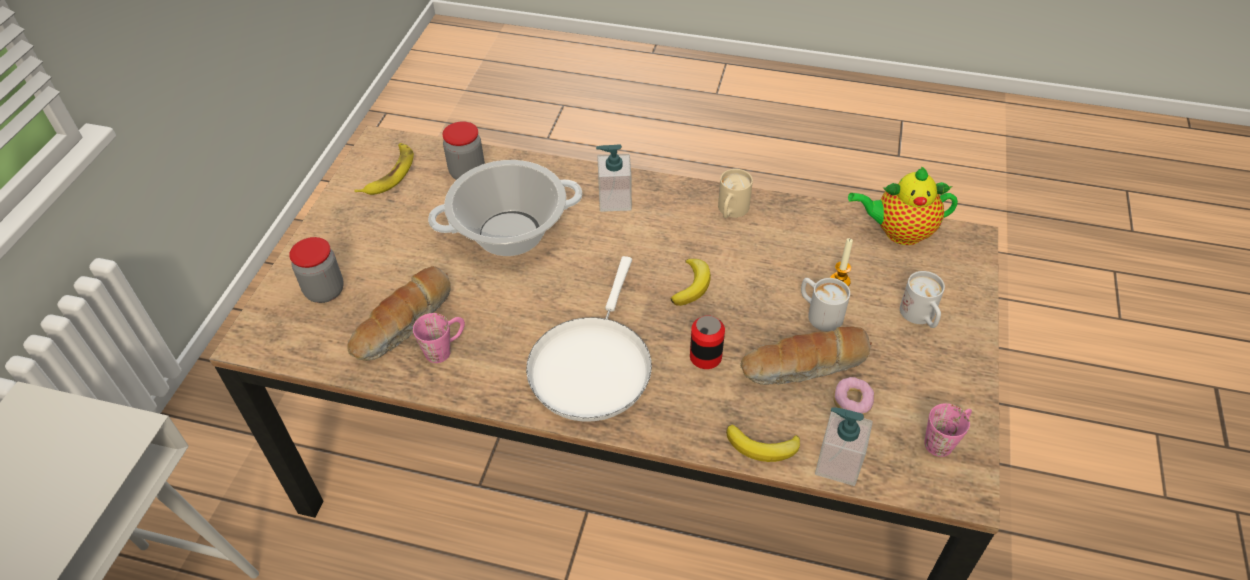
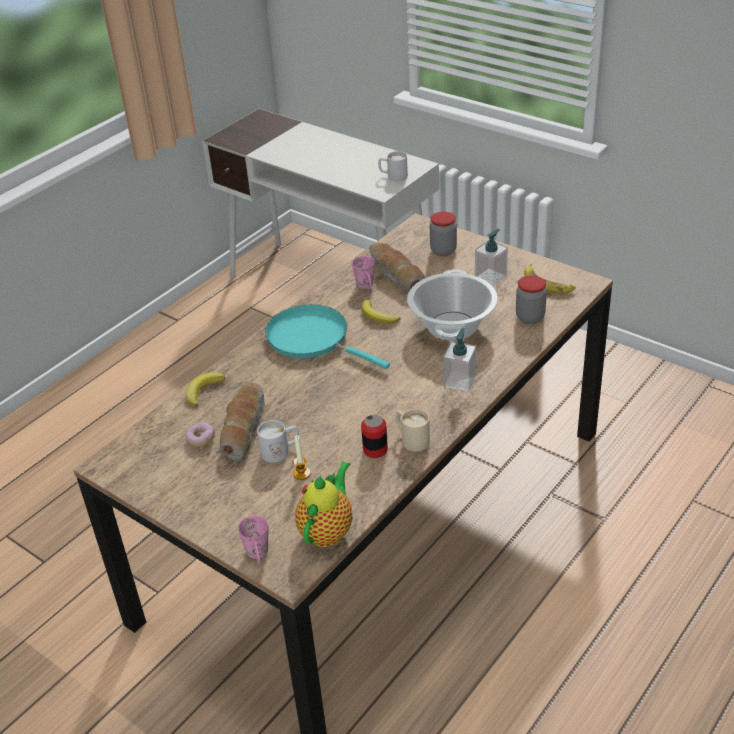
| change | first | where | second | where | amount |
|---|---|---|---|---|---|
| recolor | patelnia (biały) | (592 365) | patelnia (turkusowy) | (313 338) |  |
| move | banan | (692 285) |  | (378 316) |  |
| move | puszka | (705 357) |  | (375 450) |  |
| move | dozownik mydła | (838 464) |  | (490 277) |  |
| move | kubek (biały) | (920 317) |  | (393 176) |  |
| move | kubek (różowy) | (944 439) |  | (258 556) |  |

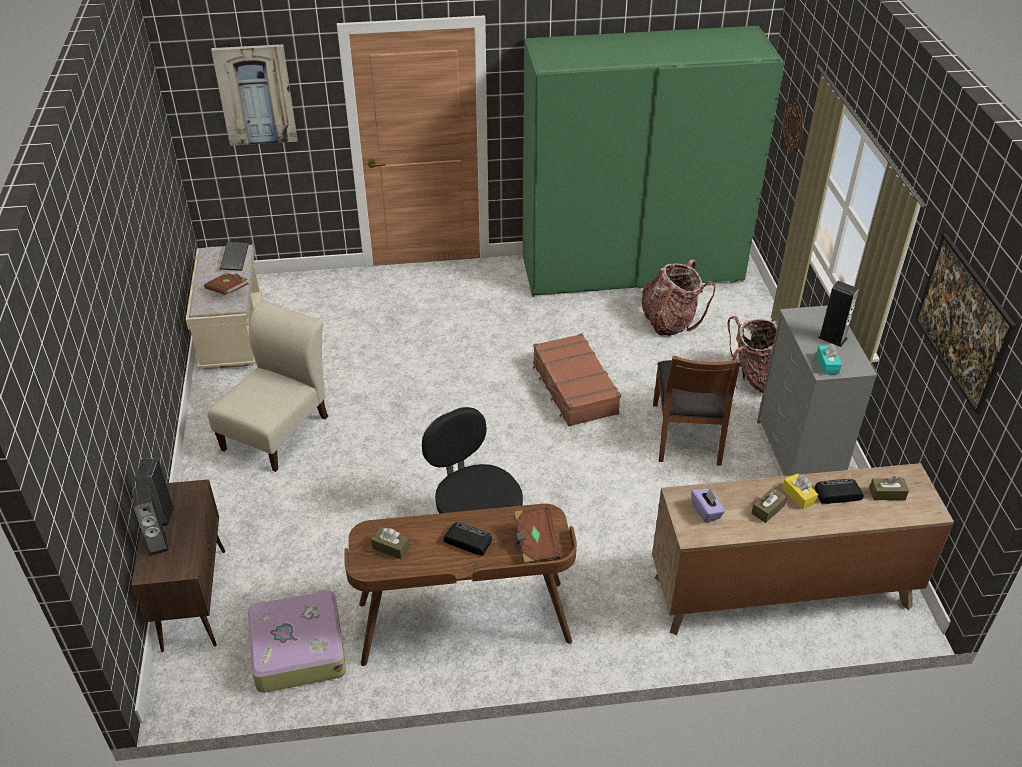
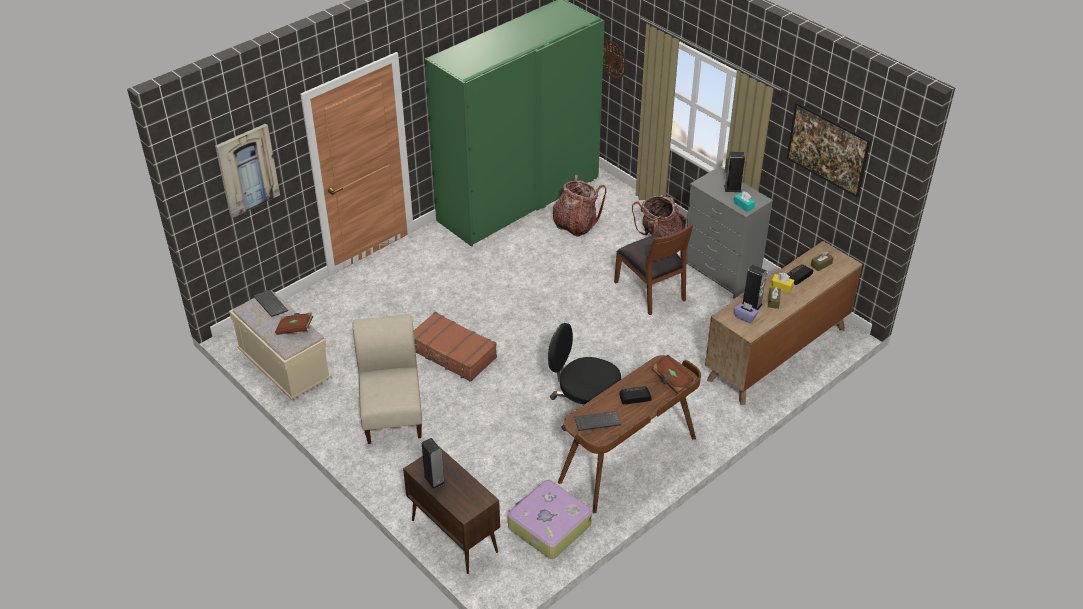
| change | first | where | second | where | amount |
|---|---|---|---|---|---|
| move | głośnik | (157 543) |  | (751 304) |  |
| replace | pudełko chusteczek (brązowy) | (390 547) | klawiatura | (597 422) |  |
| move | walizka (brązowy) | (574 389) |  | (452 354) |  |

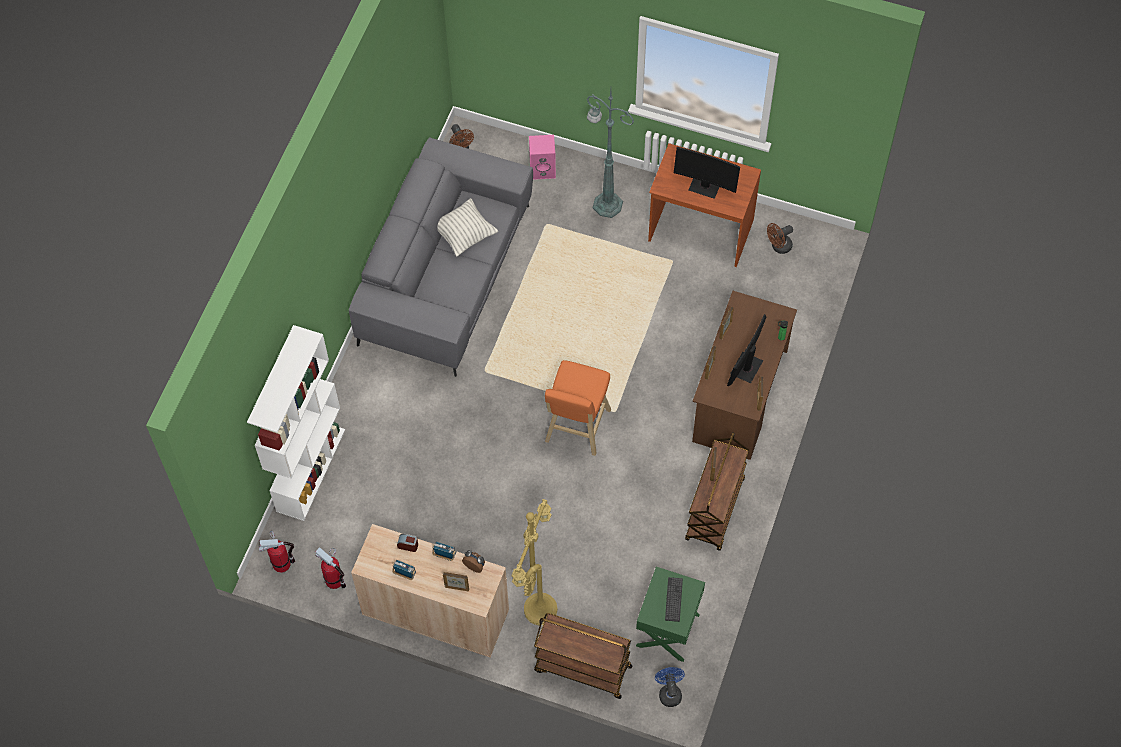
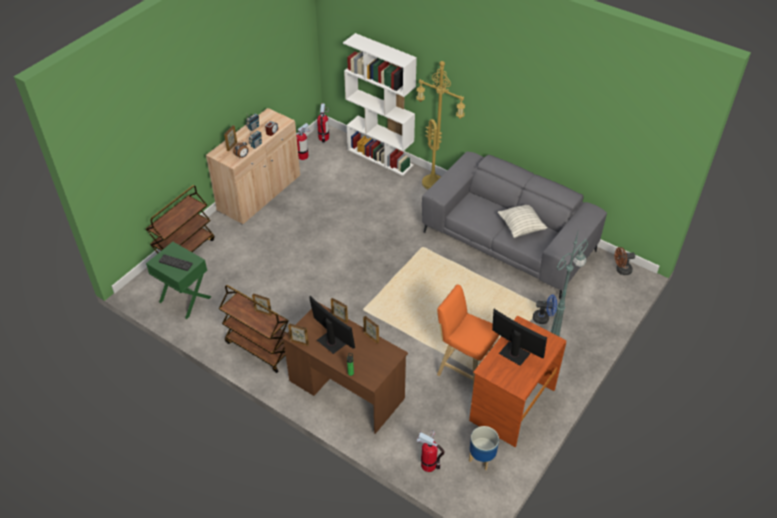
| change | first | where | second | where | amount |
|---|---|---|---|---|---|
| move | lampa stojąca (żółty) | (538 607) |  | (434 182) |  |
| delete | głośnik (różowy) | (543 169) |  |  |  |
| move | stołek (pomarańczowy) | (576 428) |  | (464 369) |  |
| move | wentylator (niebieski) | (669 692) |  | (543 318) |  |
| rotate | monitor | (705 186) |  | (514 354) | 90 degrees clockwise |
| replace | wentylator (brązowy) | (778 247) | donica | (481 458) |  |
| insert |  |  | gaśnica | (428 465) |  |

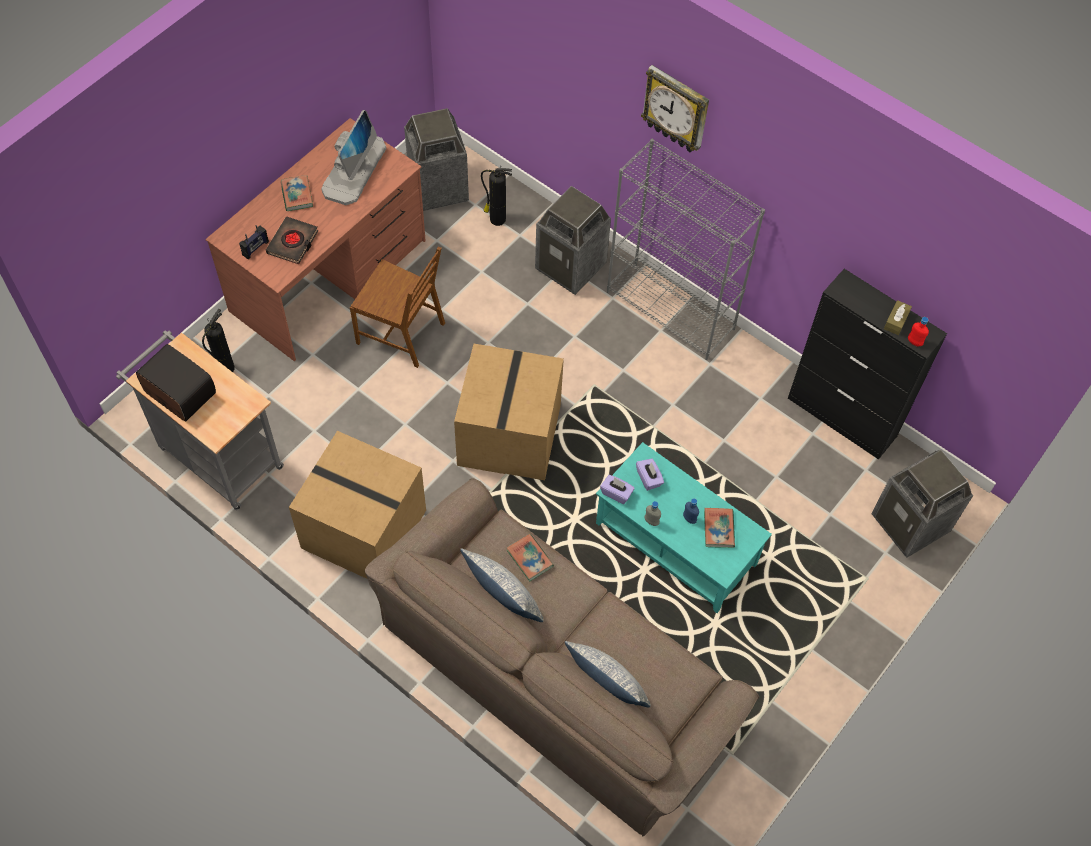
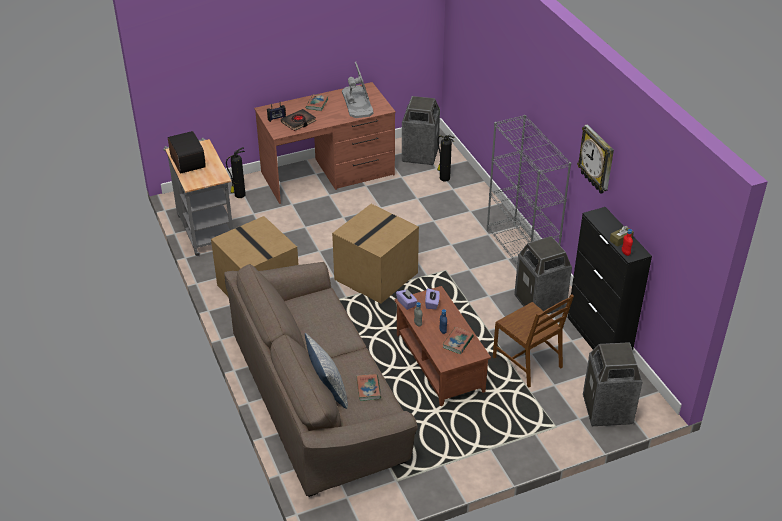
| change | first | where | second | where | amount |
|---|---|---|---|---|---|
| rotate | monitor | (354 168) |  | (357 102) | 60 degrees counterclockwise |
| move | krzesło (brązowy) | (402 332) |  | (528 362) |  |
| delete | poduszka | (502 600) |  |  |  |
| move | książka | (529 558) |  | (368 389) |  |
| move | kosz na śmieci | (571 266) |  | (540 302) |  |
| recolor | ława (turkusowy) | (674 545) | ława (brązowy) | (438 363) |  |
| move | zegar ścienny | (676 109) |  | (597 160) |  |

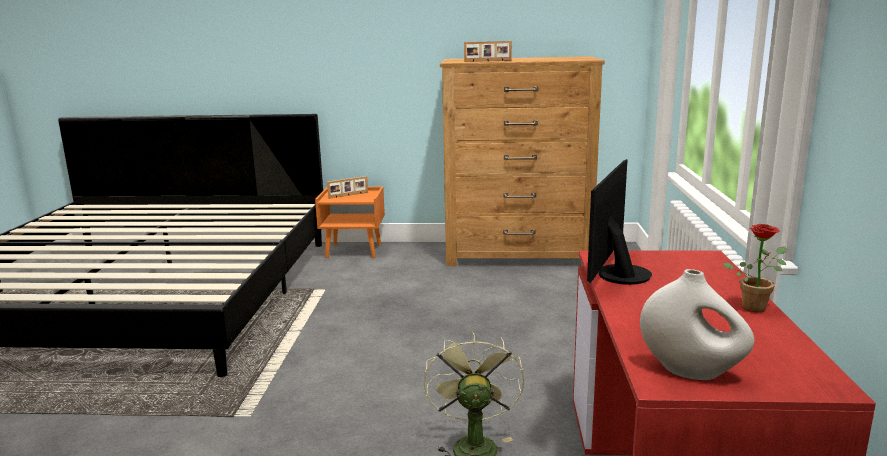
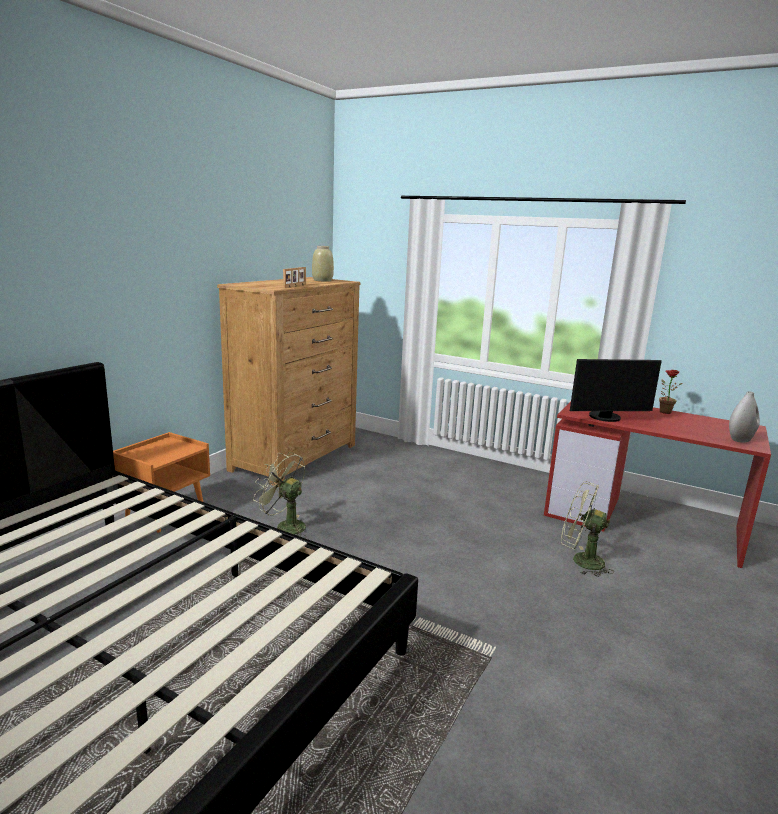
| change | first | where | second | where | amount |
|---|---|---|---|---|---|
| delete | ramka na zdjęcie | (348 195) |  |  |  |
| rotate | monitor | (618 274) |  | (606 418) | 60 degrees counterclockwise |
| insert |  |  | wentylator (zielony) | (284 526) |  |
| insert |  |  | wazon (beżowy) | (322 280) |  |

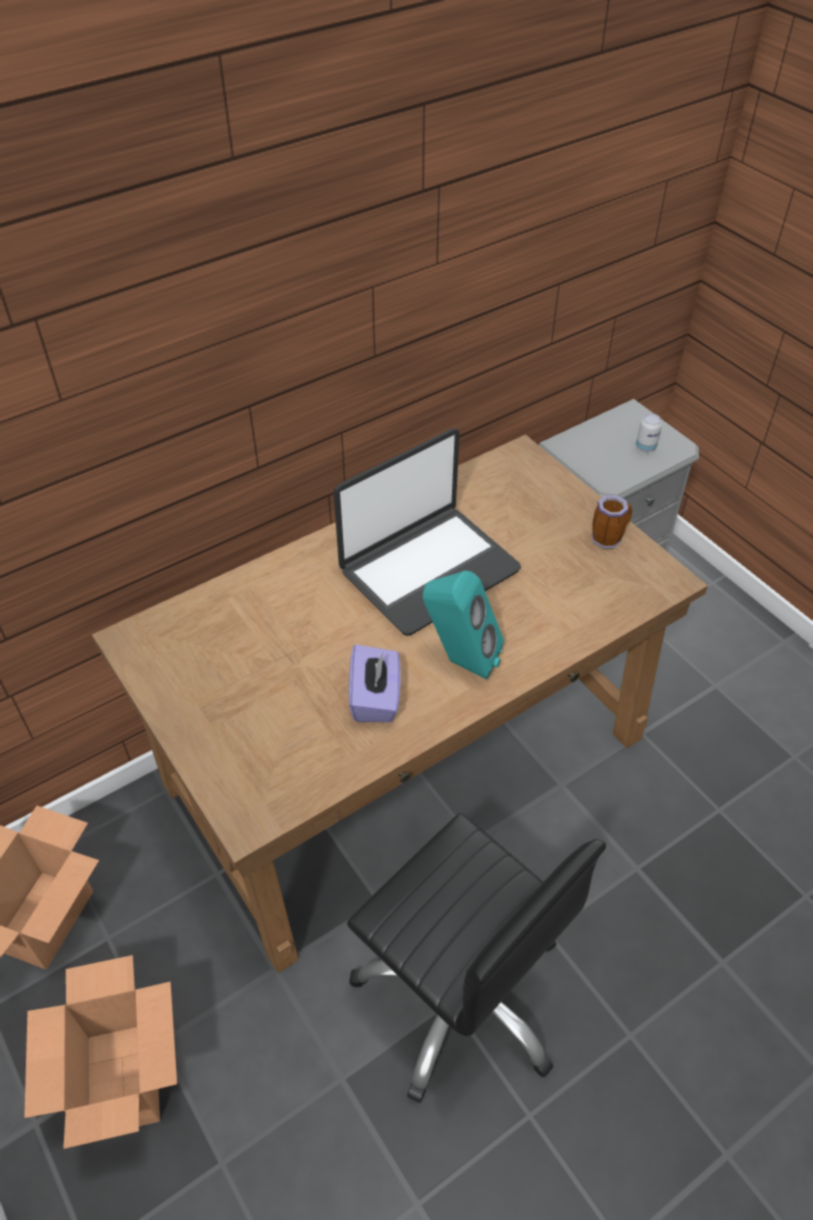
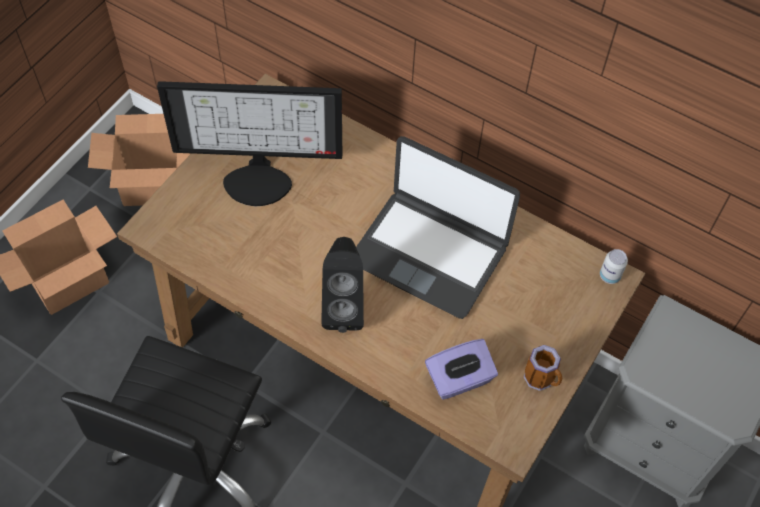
| change | first | where | second | where | amount |
|---|---|---|---|---|---|
| move | pudełko chusteczek (fioletowy) | (375 698) |  | (459 379) |  |
| recolor | głośnik (turkusowy) | (459 660) | głośnik (czarny) | (343 307) |  |
| move | puszka | (645 447) |  | (609 276) |  |
| insert |  |  | monitor | (259 178) |  |

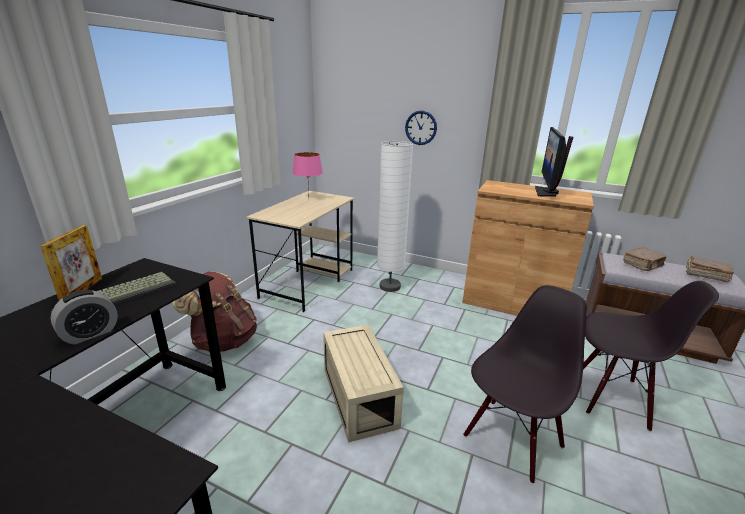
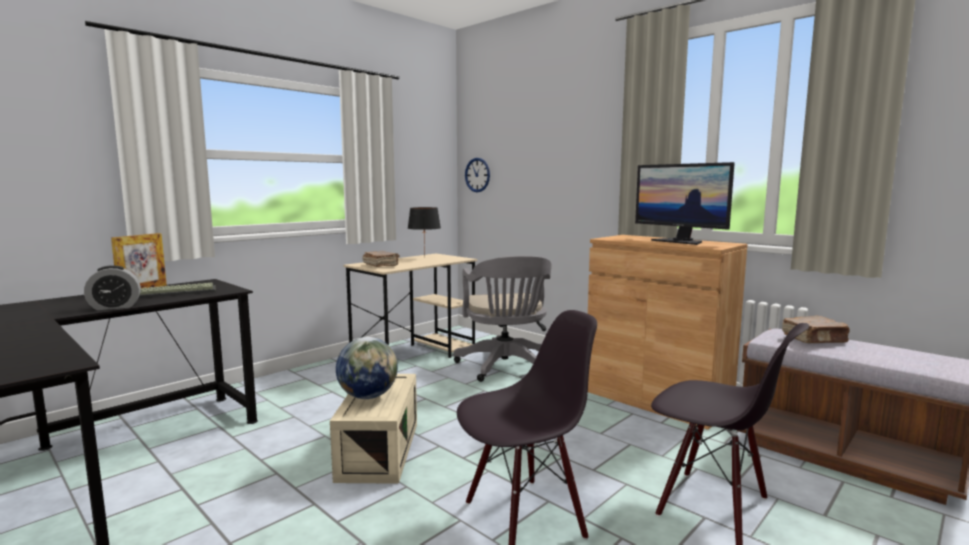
| change | first | where | second | where | amount |
|---|---|---|---|---|---|
| delete | plecak (brązowy) | (224 340) |  |  |  |
| recolor | lampa stołowa (różowy) | (308 199) | lampa stołowa (czarny) | (425 258) |  |
| replace | lampa stojąca (biały) | (390 286) | krzesło biurowe (szary) | (506 367) |  |
| move | zegar ścienny | (421 128) |  | (477 175) |  |
| rotate | monitor | (546 192) |  | (680 241) | 75 degrees counterclockwise |
| move | książka (brązowy) | (705 275) |  | (380 265) |  |
| insert |  |  | globus | (368 396) |  |

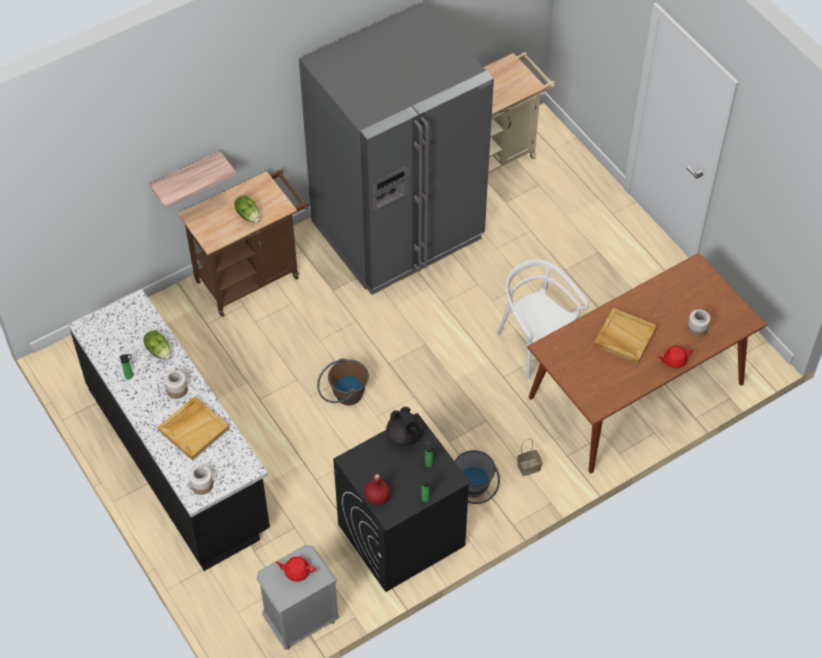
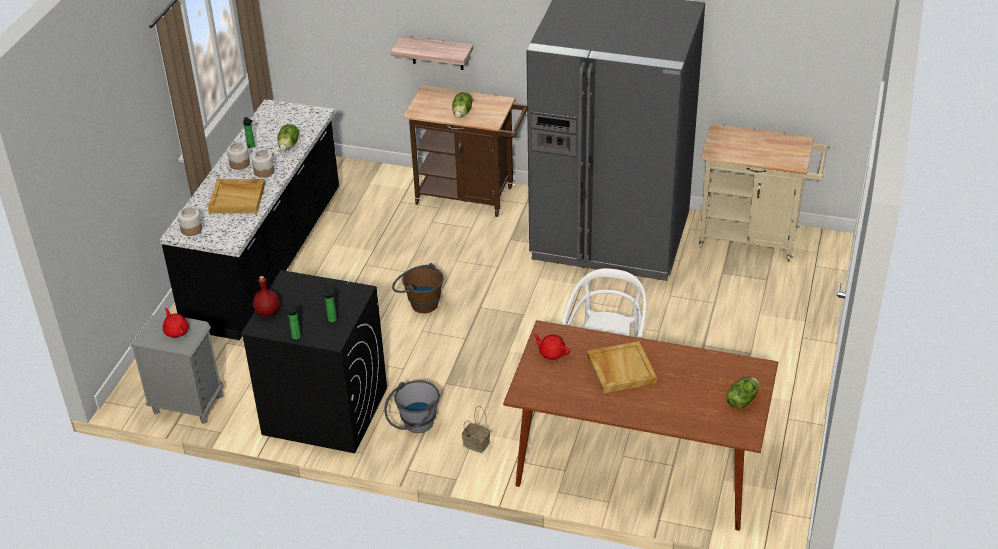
| change | first | where | second | where | amount |
|---|---|---|---|---|---|
| delete | imbryk (czarny) | (405 436) |  |  |  |
| move | imbryk (czerwony) | (674 361) |  | (551 352) |  |
| move | słoik | (696 328) |  | (239 164) |  |
| insert |  |  | sałata | (741 400) |  |

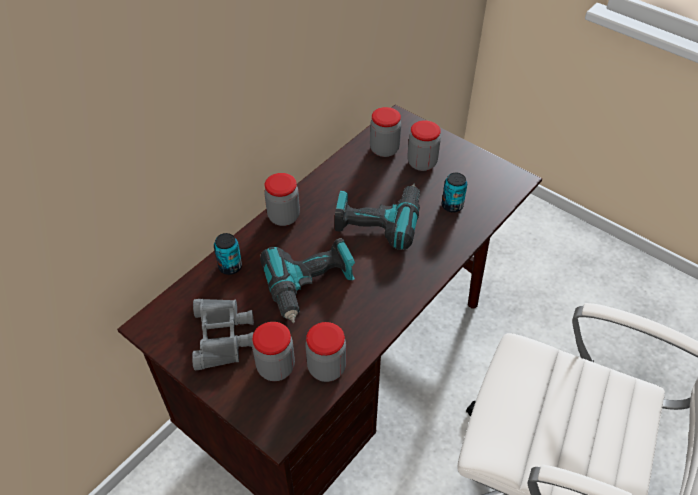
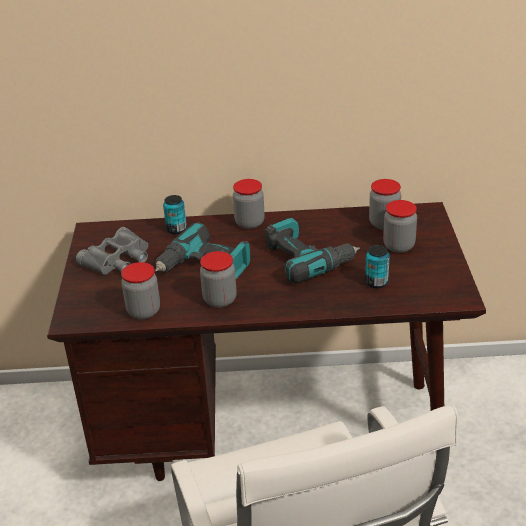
| change | first | where | second | where | amount |
|---|---|---|---|---|---|
| move | słoik | (276 367) |  | (220 300) |  |

